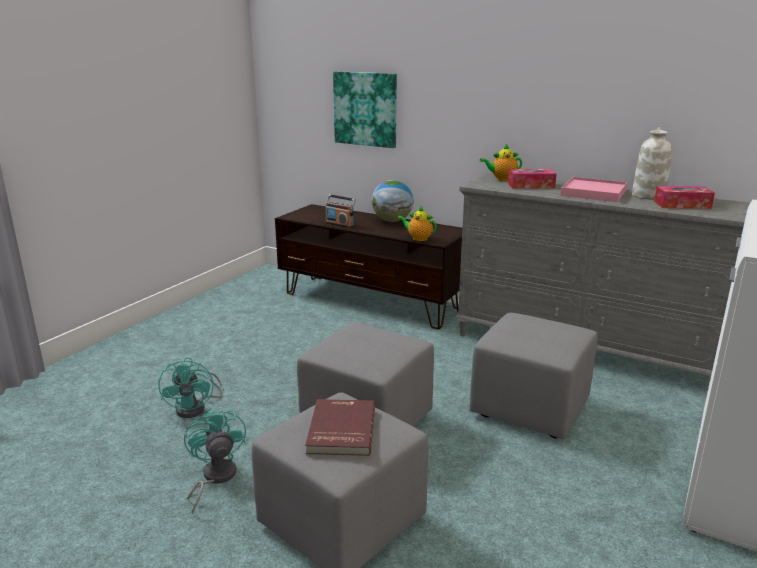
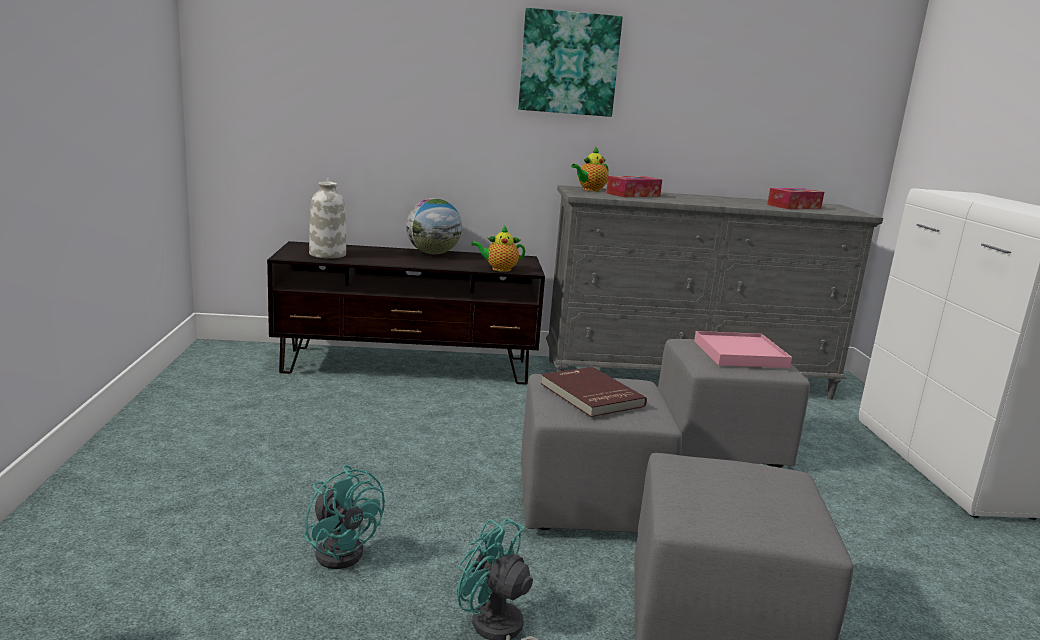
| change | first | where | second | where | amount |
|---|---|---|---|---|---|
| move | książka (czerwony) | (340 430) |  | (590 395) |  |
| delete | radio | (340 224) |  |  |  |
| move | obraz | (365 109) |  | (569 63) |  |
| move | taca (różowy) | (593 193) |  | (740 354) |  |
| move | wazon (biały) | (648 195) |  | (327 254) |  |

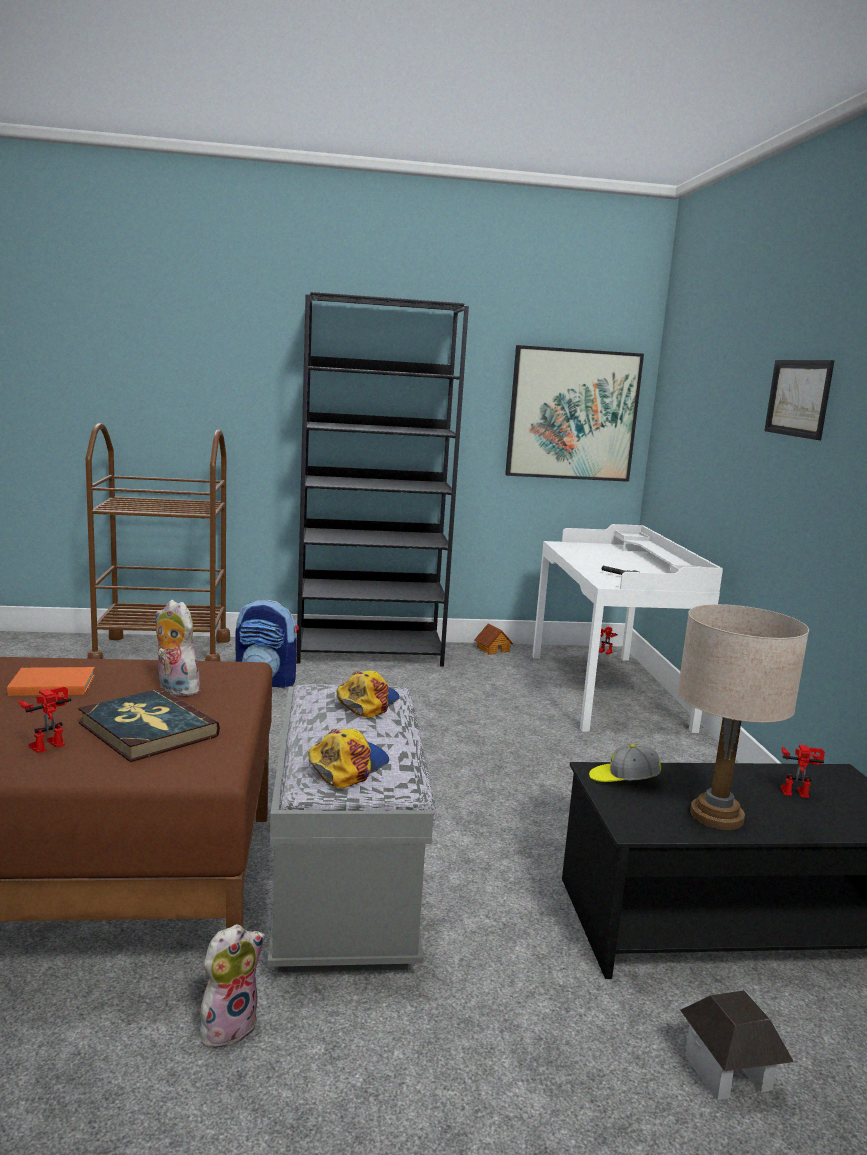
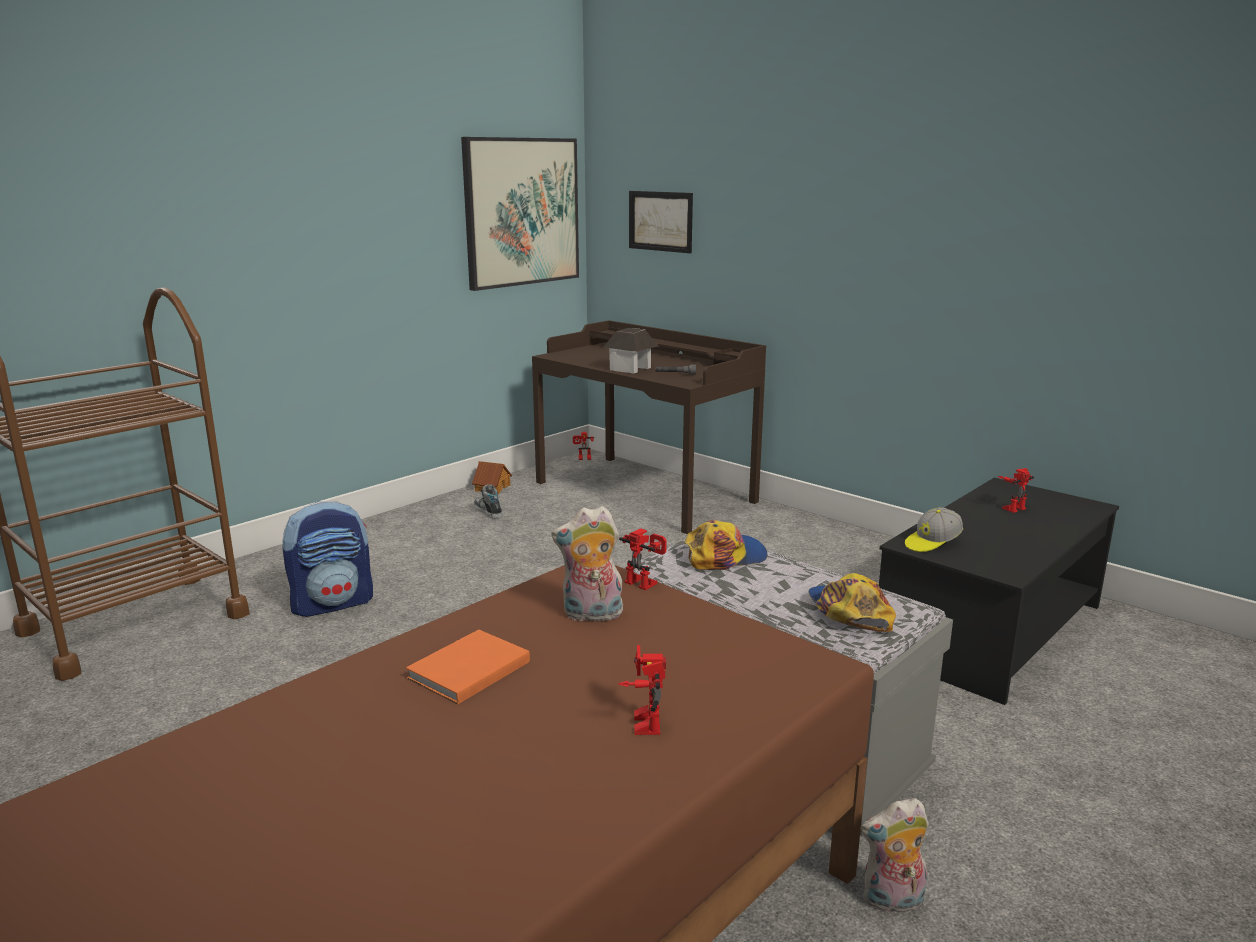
| change | first | where | second | where | amount |
|---|---|---|---|---|---|
| delete | książka | (147 730) |  |  |  |
| rotate | pluszak | (228 1026) |  | (892 902) | 105 degrees counterclockwise |
| delete | regał (czarny) | (370 652) |  |  |  |
| rotate | czapka z daszkiem | (367 702) |  | (725 556) | 90 degrees clockwise |
| recolor | biurko (biały) | (608 690) | biurko (brązowy) | (645 491) |  |
| delete | lampa stołowa (beżowy) | (717 816) |  |  |  |
| move | domek | (728 1072) |  | (630 369) |  |
| move | obraz | (798 398) |  | (660 221) |  |
| insert |  |  | but | (488 511) |  |
| insert |  |  | robot zabawkowy | (645 582) |  |

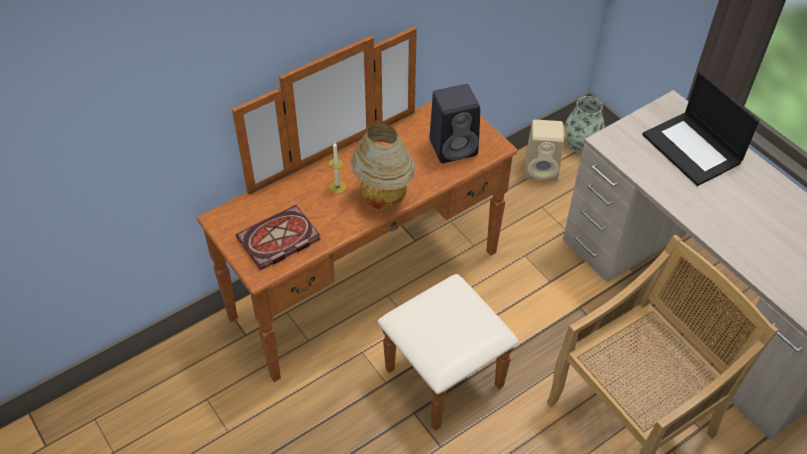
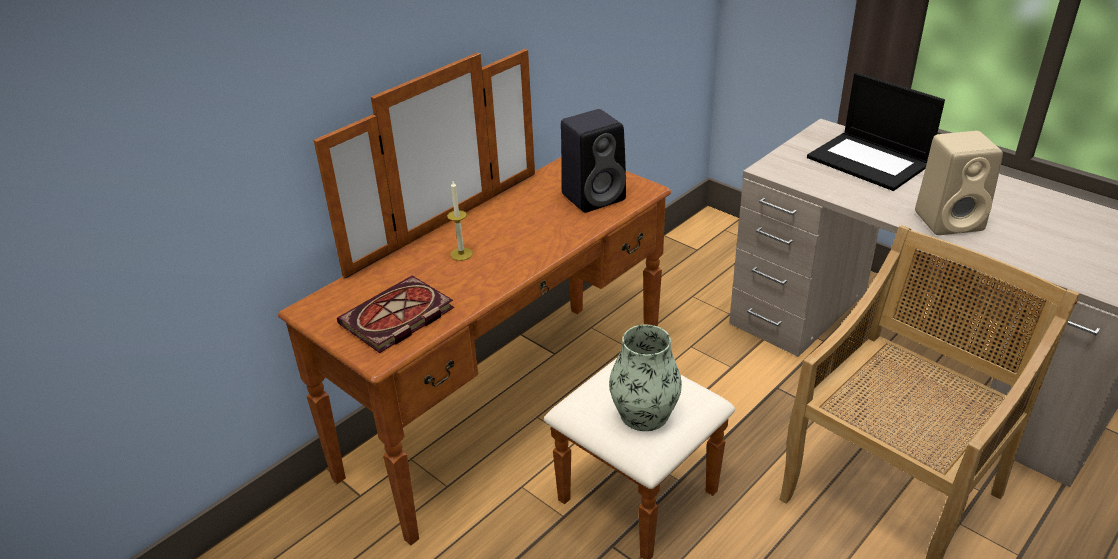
| change | first | where | second | where | amount |
|---|---|---|---|---|---|
| delete | lampa stołowa | (382 200) |  |  |  |
| move | głośnik (beżowy) | (542 168) |  | (950 220) |  |
| move | wazon | (581 143) |  | (644 414) |  |

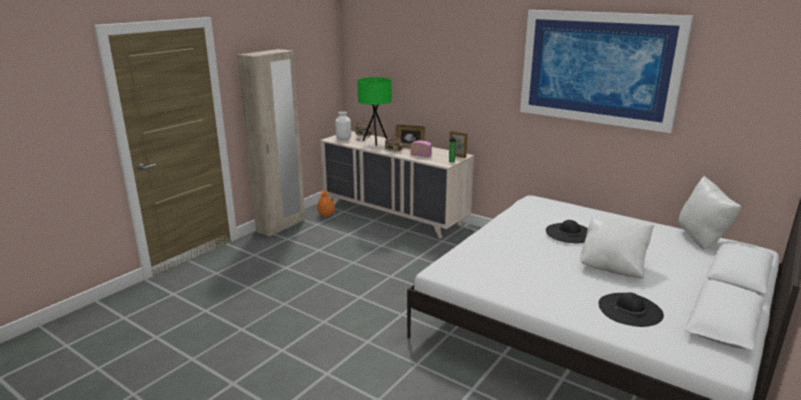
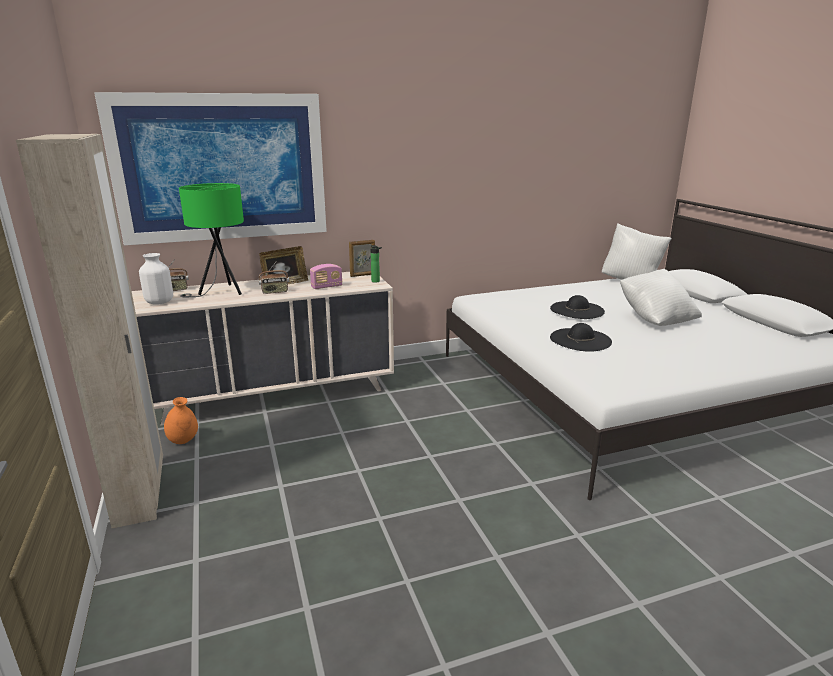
| change | first | where | second | where | amount |
|---|---|---|---|---|---|
| move | obraz | (598 68) |  | (221 168) |  |
| move | kapelusz (czarny) | (630 309) |  | (580 339) |  |

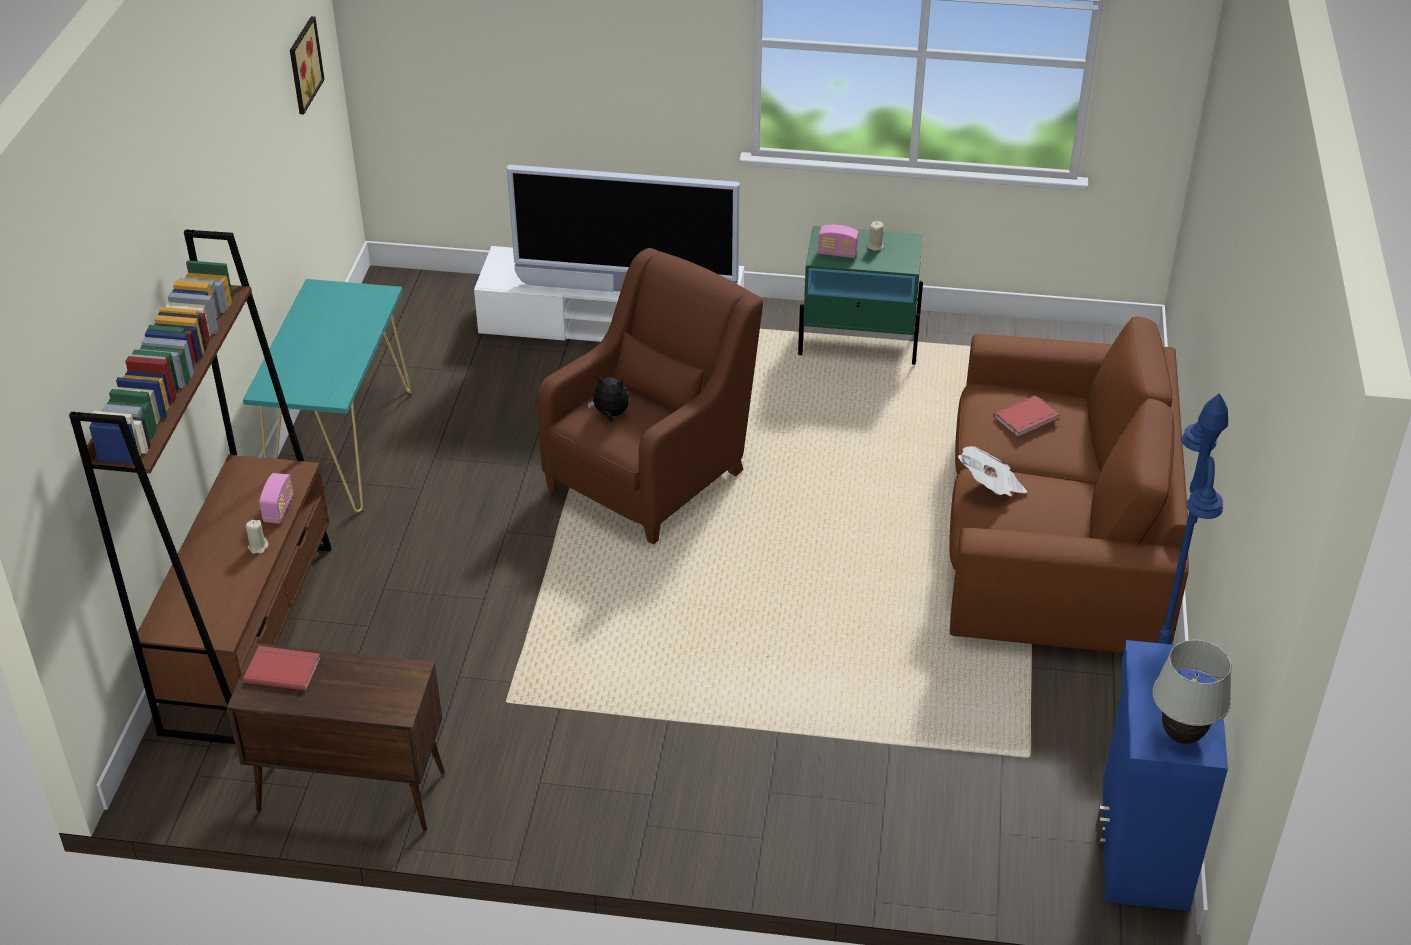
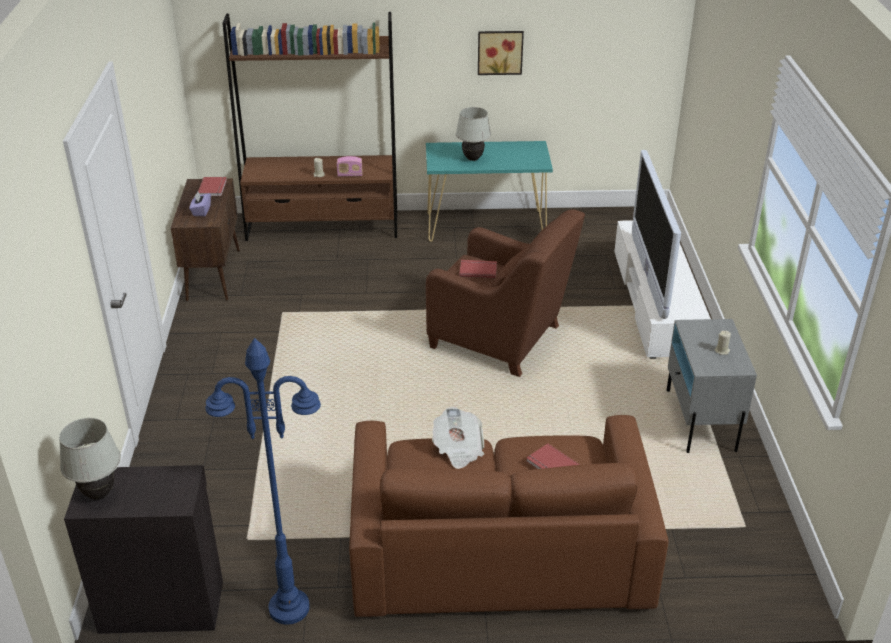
| change | first | where | second | where | amount |
|---|---|---|---|---|---|
| move | obraz | (302 64) |  | (500 52) |  |
| replace | pluszak | (610 415) | książka (czerwony) | (478 270) |  |
| recolor | szafka nocna (zielony) | (859 342) | szafka nocna (szary) | (700 420) |  |
| delete | radio | (837 253) |  |  |  |
| recolor | szafka (niebieski) | (1141 845) | szafka (czarny) | (161 605) |  |
| insert |  |  | pudełko chusteczek (fioletowy) | (201 211) |  |
| insert |  |  | lampa stołowa (biały) | (472 159) |  |

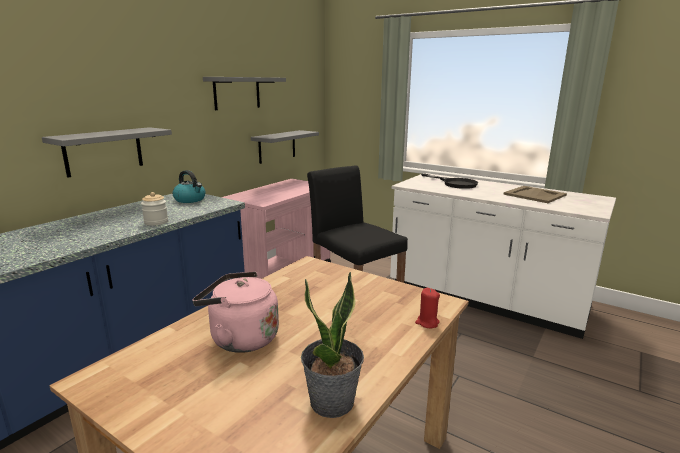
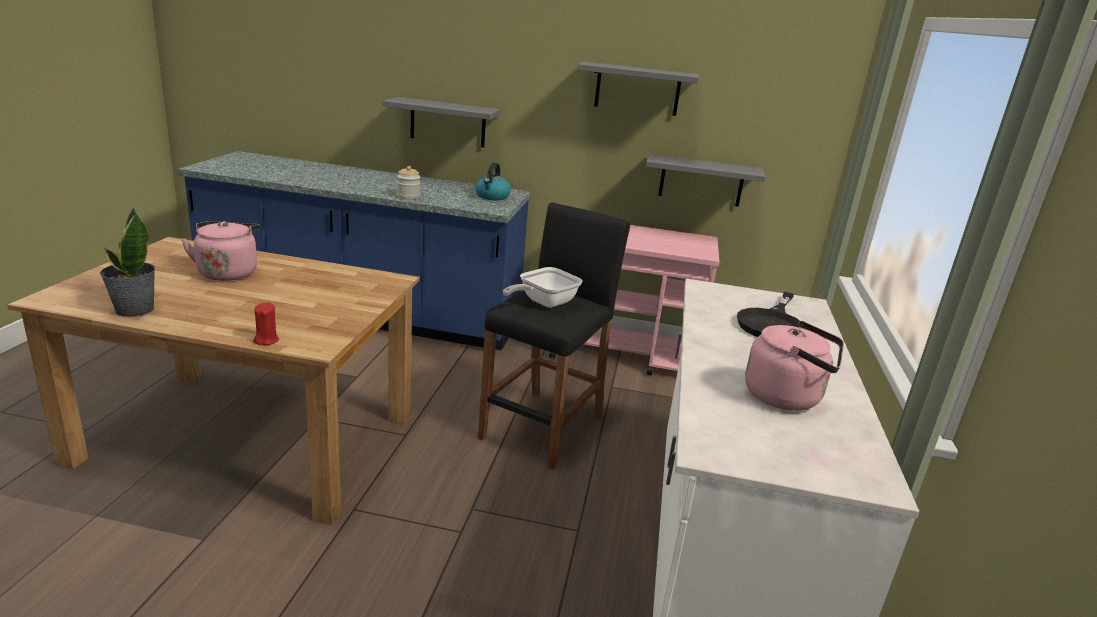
| change | first | where | second | where | amount |
|---|---|---|---|---|---|
| replace | taca (beżowy) | (535 195) | czajnik (różowy) | (787 397) |  |
| insert |  |  | patelnia | (543 303) |  |

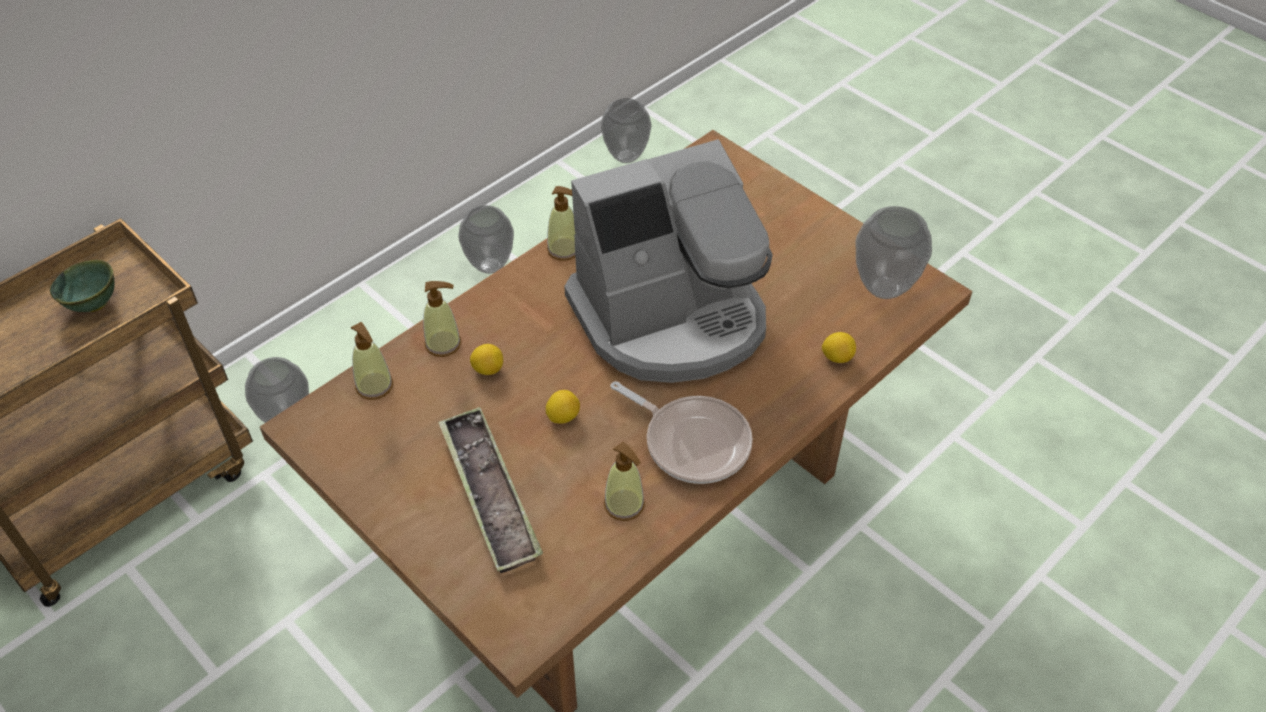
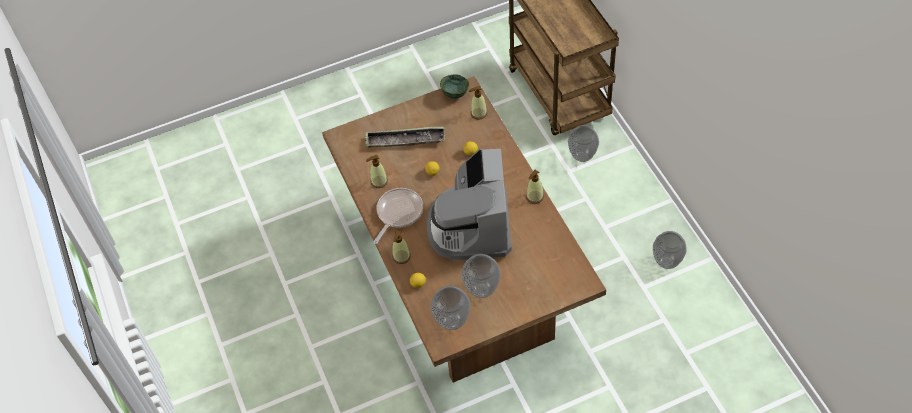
| change | first | where | second | where | amount |
|---|---|---|---|---|---|
| move | miska (zielony) | (93 305) |  | (454 94) |  |
| move | dozownik mydła | (443 344) |  | (401 257) |  |
| move | wazon | (627 157) |  | (481 290) |  |
| rotate | patelnia | (692 442) |  | (398 213) | 150 degrees clockwise |

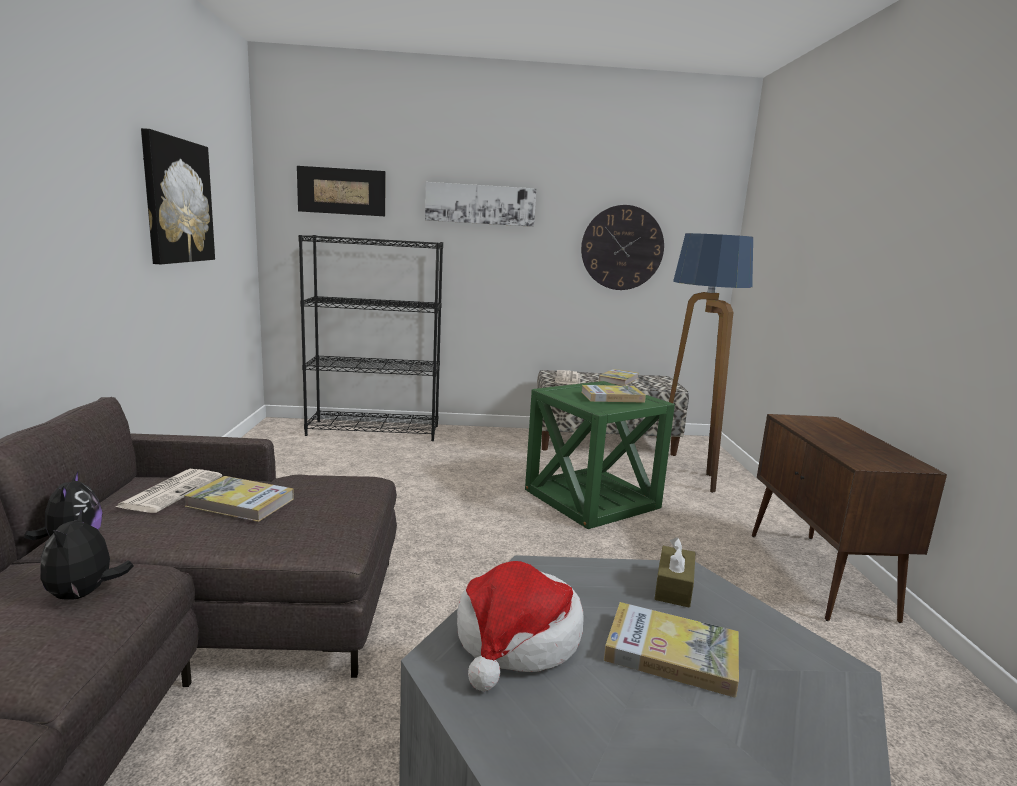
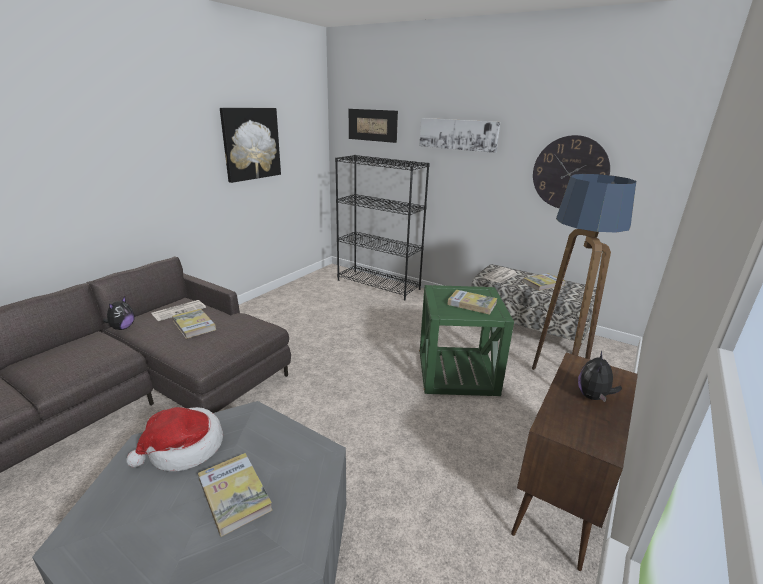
| change | first | where | second | where | amount |
|---|---|---|---|---|---|
| move | pluszak | (85 594) |  | (593 397) |  |
| delete | pudełko chusteczek (brązowy) | (673 587) |  |  |  |

